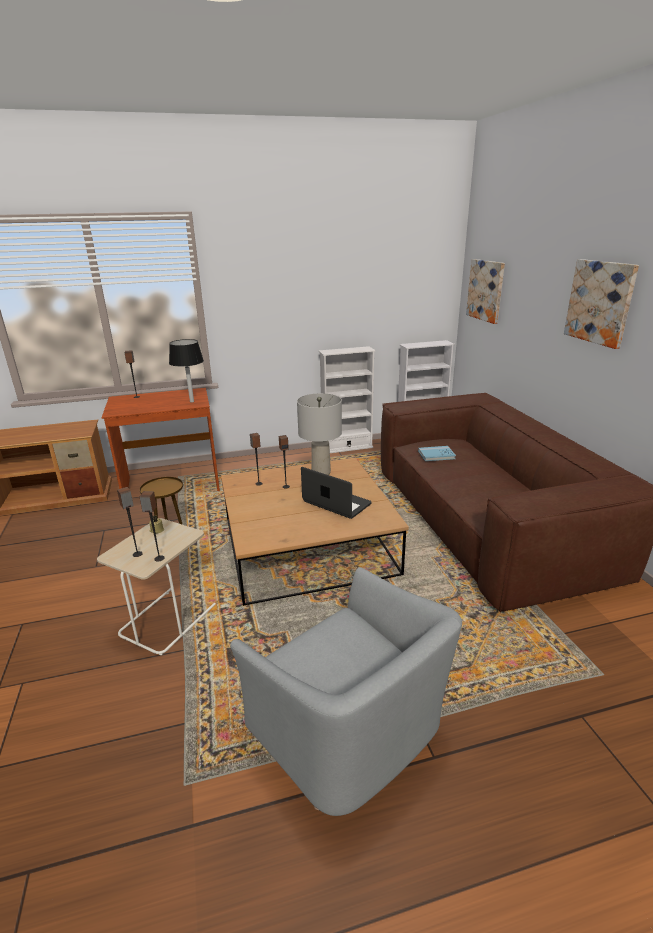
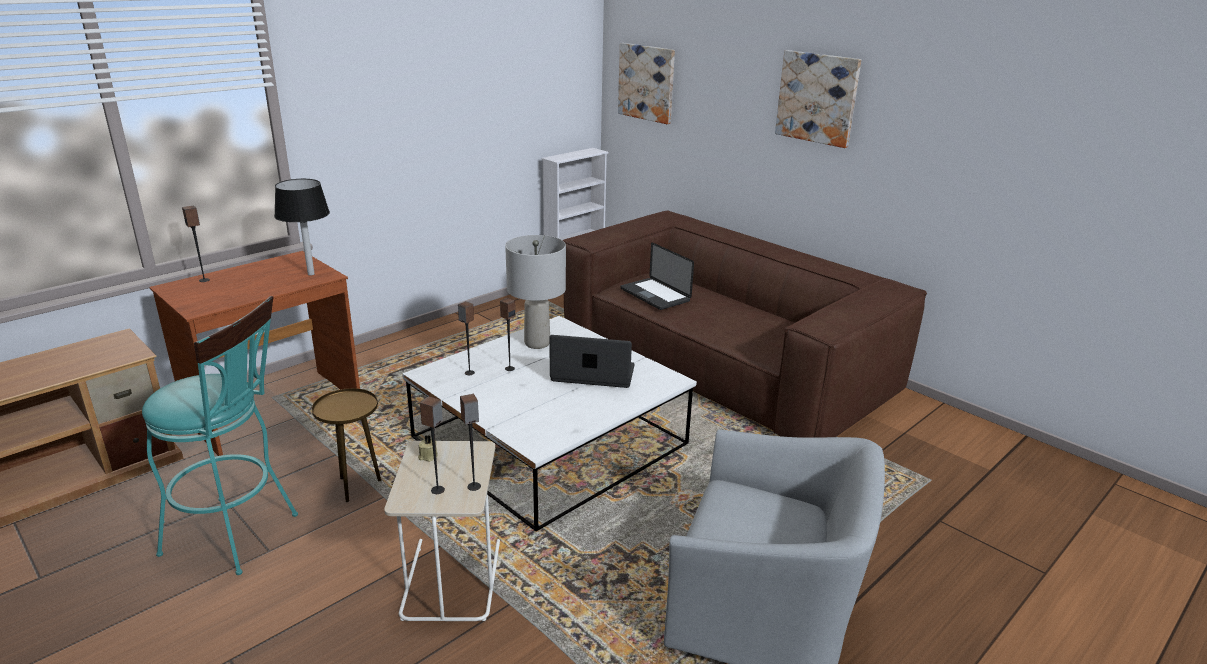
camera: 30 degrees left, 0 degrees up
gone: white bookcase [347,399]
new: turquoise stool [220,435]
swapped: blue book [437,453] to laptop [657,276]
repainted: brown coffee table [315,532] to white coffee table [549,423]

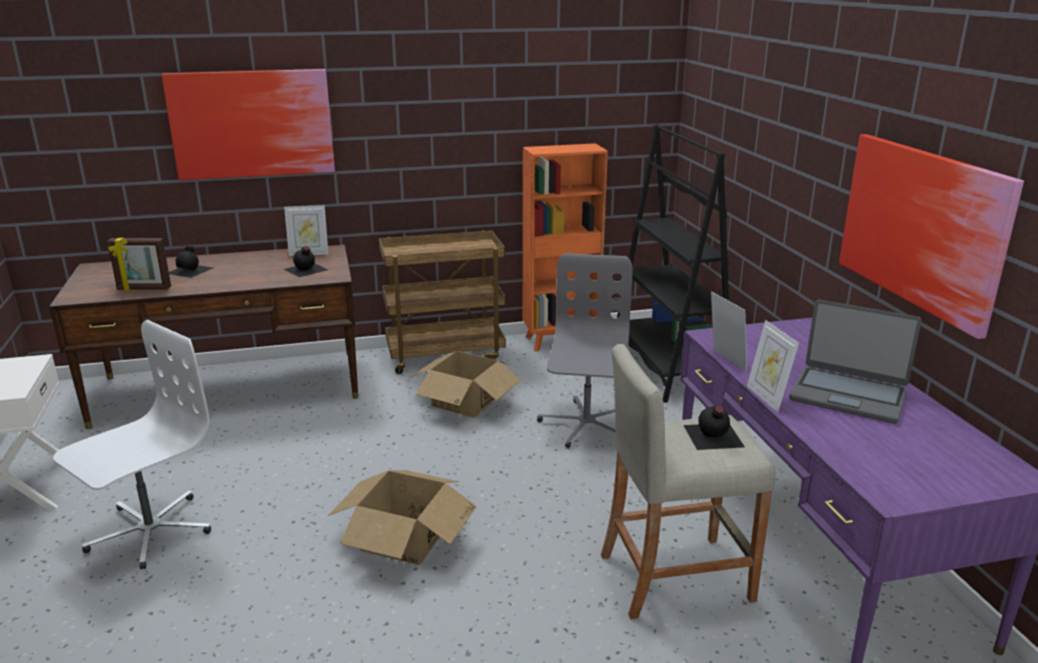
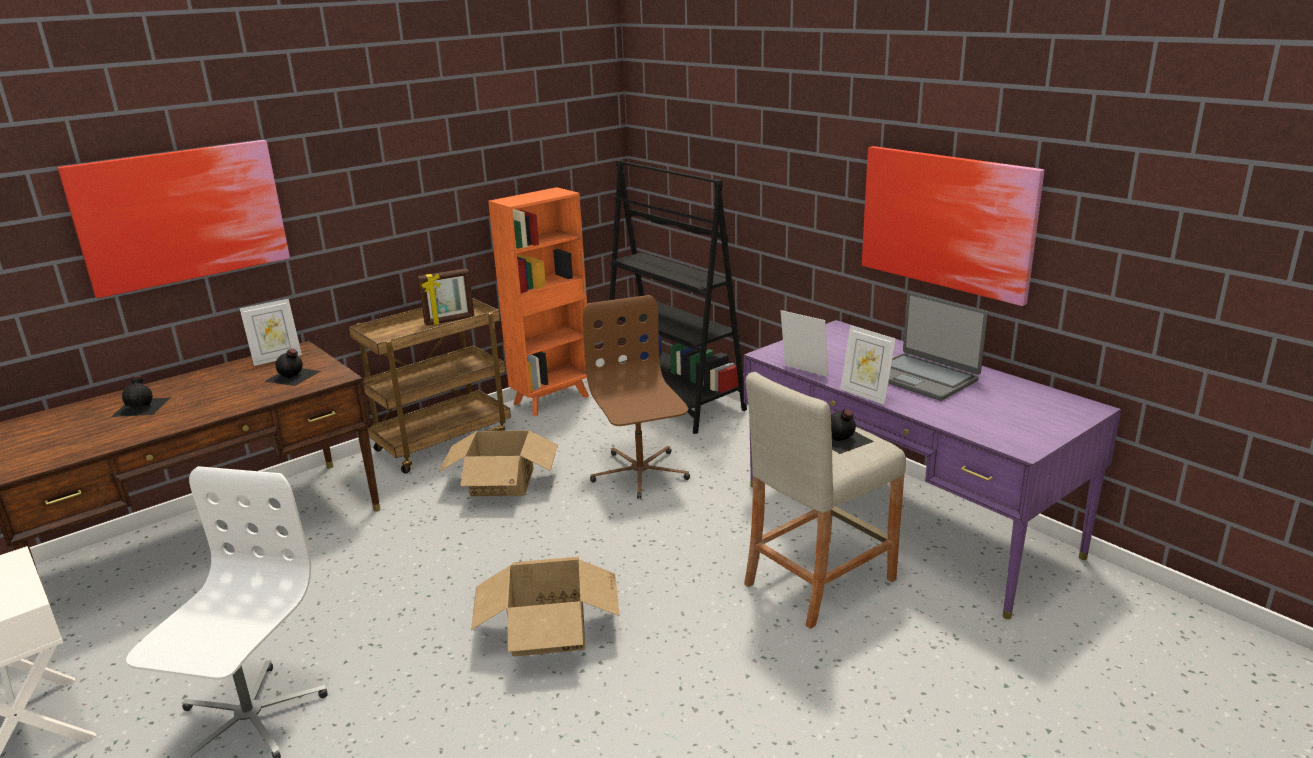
camera: 25 degrees left, 0 degrees up
shifted: picture frame [139,264] to [446,297]
repainted: grey office chair [585,350] to brown office chair [636,397]
rotated: laptop [855,362] = [938,346] 45 degrees clockwise

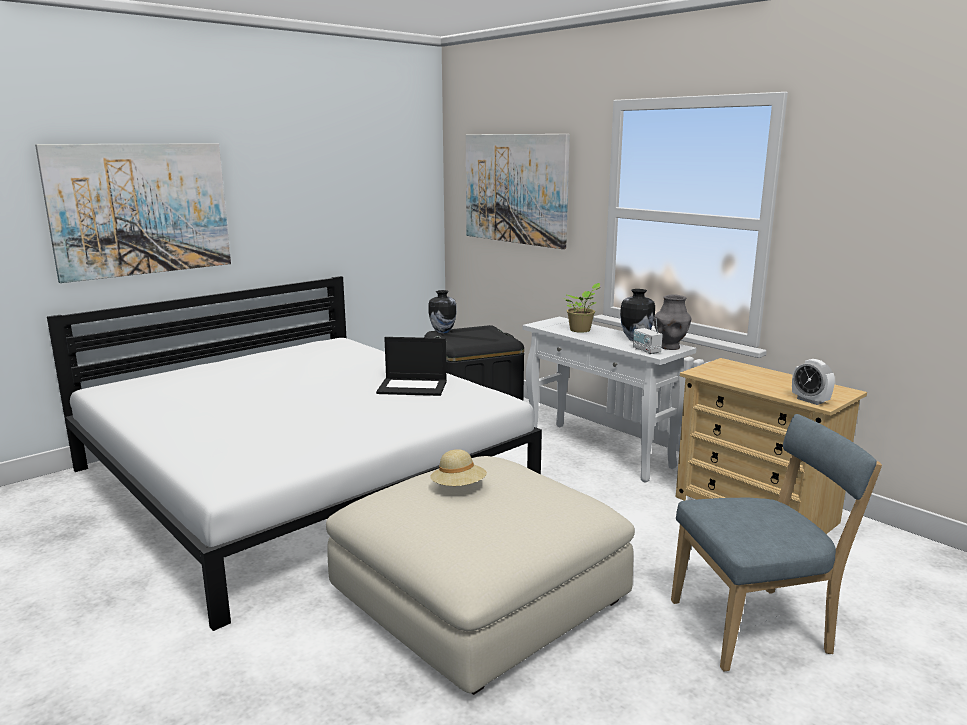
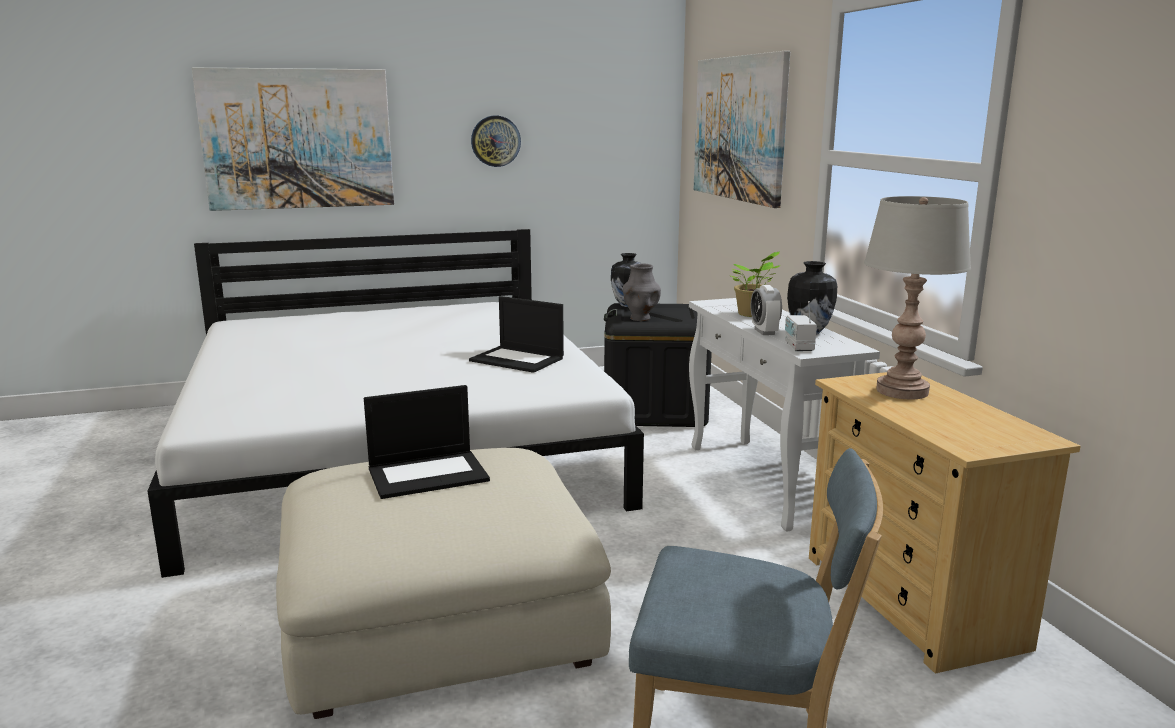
camera: 25 degrees right, 0 degrees up
new: wall clock [496,141]; grey table lamp [917,297]
shifted: grey vase [673,322] to [642,292]; alarm clock [813,382] to [766,310]
swapped: beige hat [458,467] to laptop [427,442]

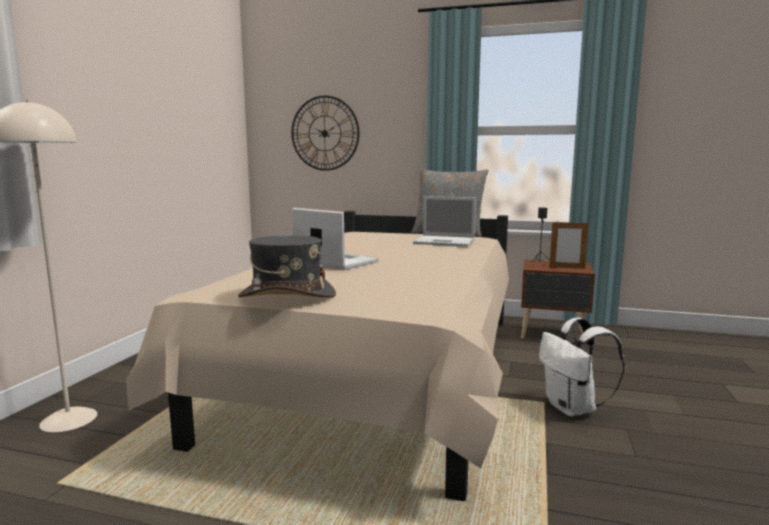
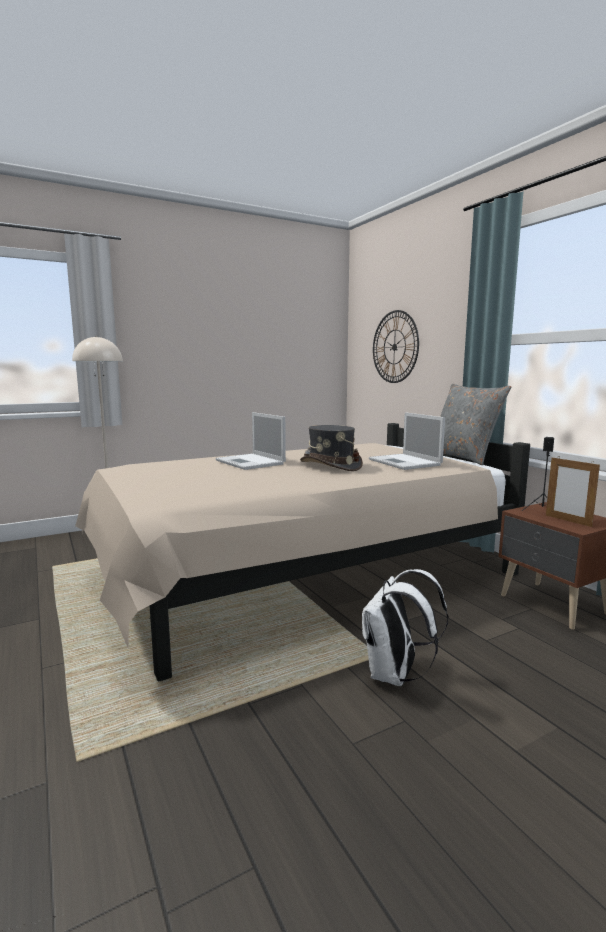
camera: 45 degrees right, 0 degrees up
shifted: grey hat [287,266] to [331,448]
rotated: laptop [335,239] = [251,441] 150 degrees clockwise

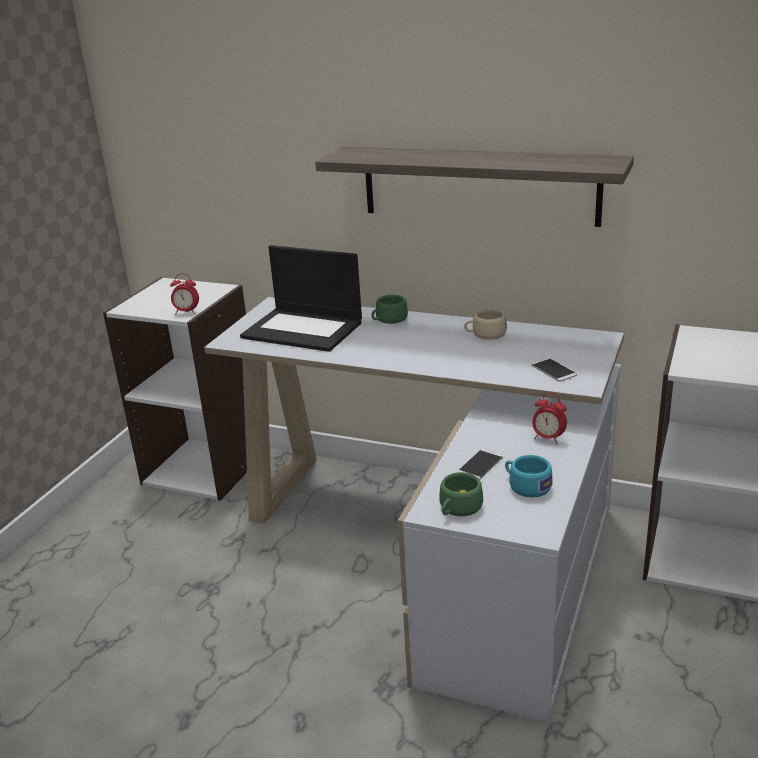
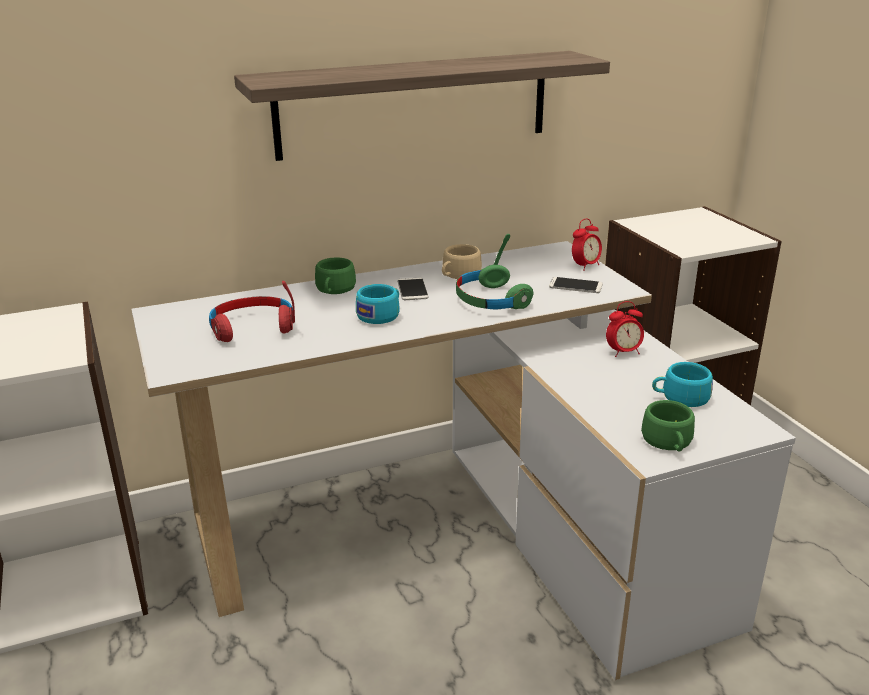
camera: 45 degrees left, 0 degrees up
new: green headphones [495,271]; turquoise cup [378,304]
shifted: alarm clock [184,293] to [587,245]; phone [480,464] to [413,288]
swapped: laptop [301,298] to red headphones [252,311]

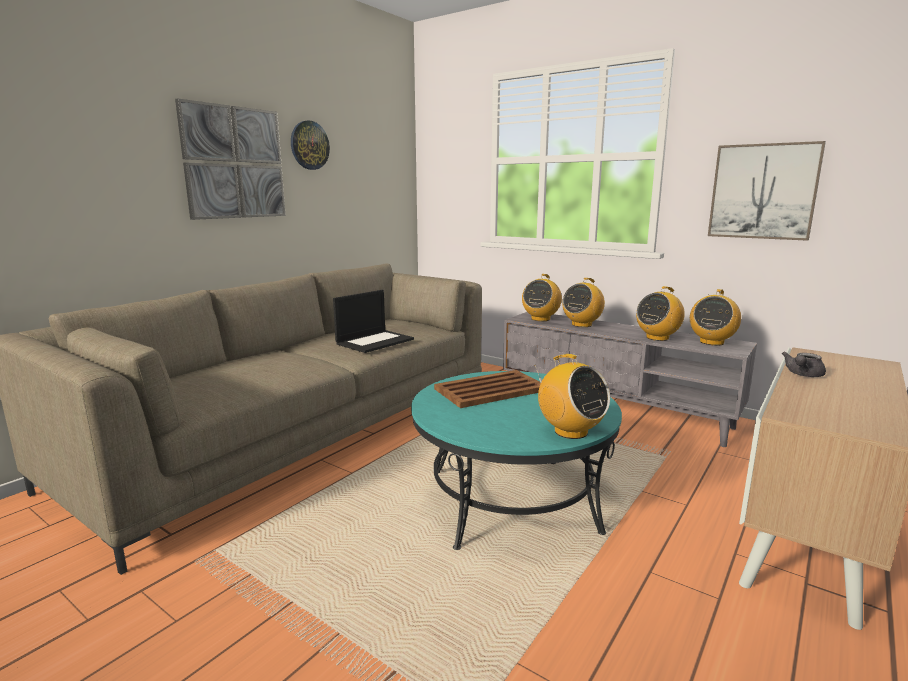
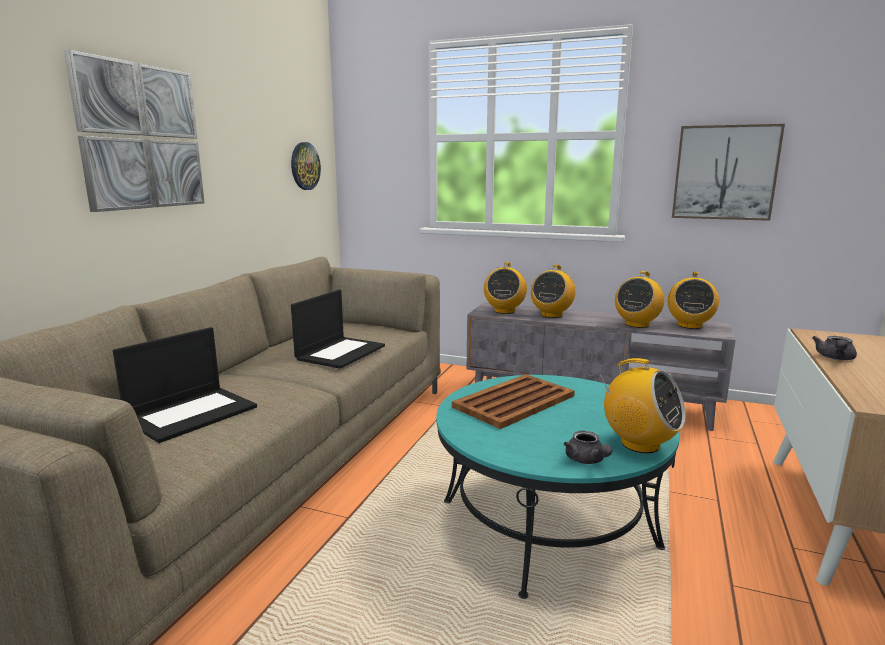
camera: 15 degrees left, 0 degrees up
new: laptop [185,385]; grey teapot [588,447]
shifted: wall clock [310,145] to [306,166]

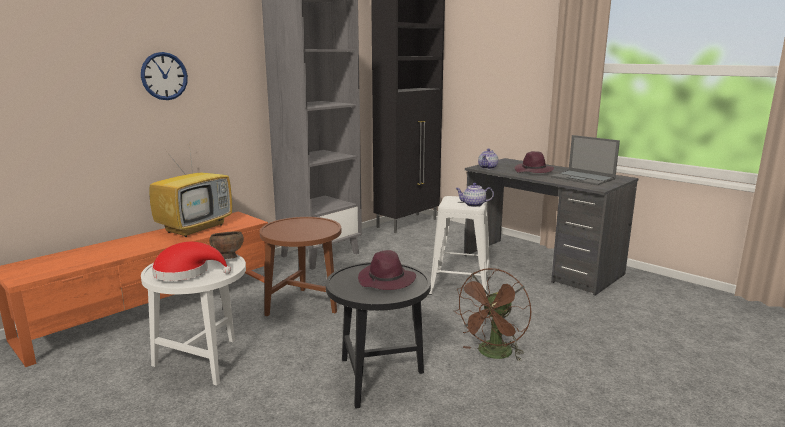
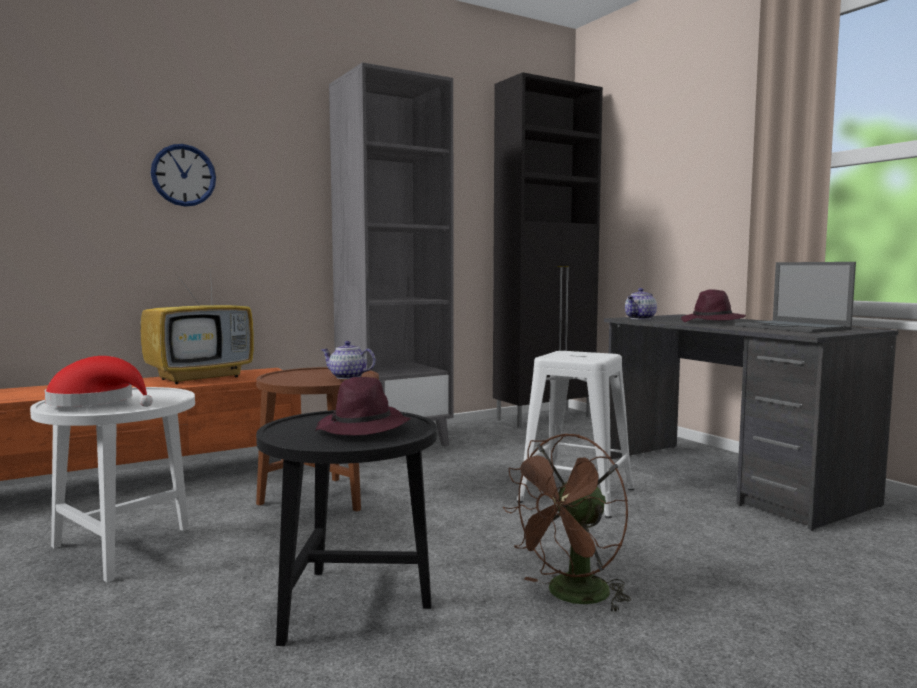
camera: 15 degrees right, 10 degrees down
gone: brown bowl [226,245]
shifted: teapot [474,195] to [348,360]

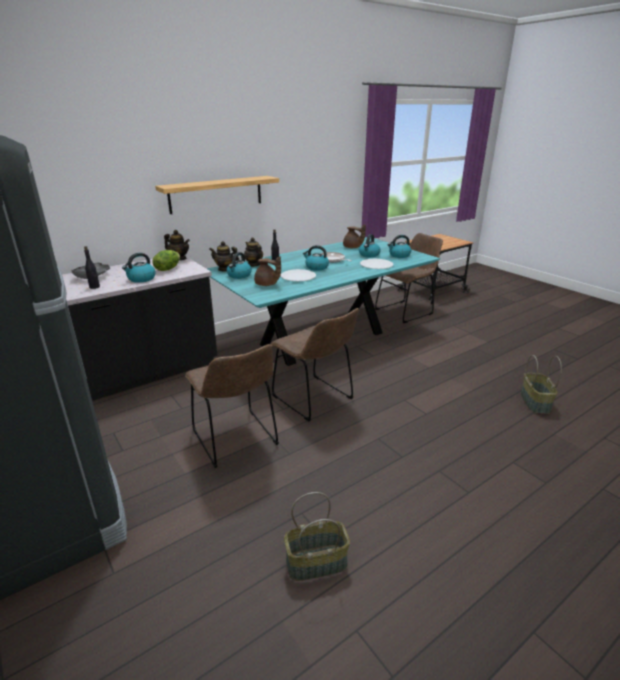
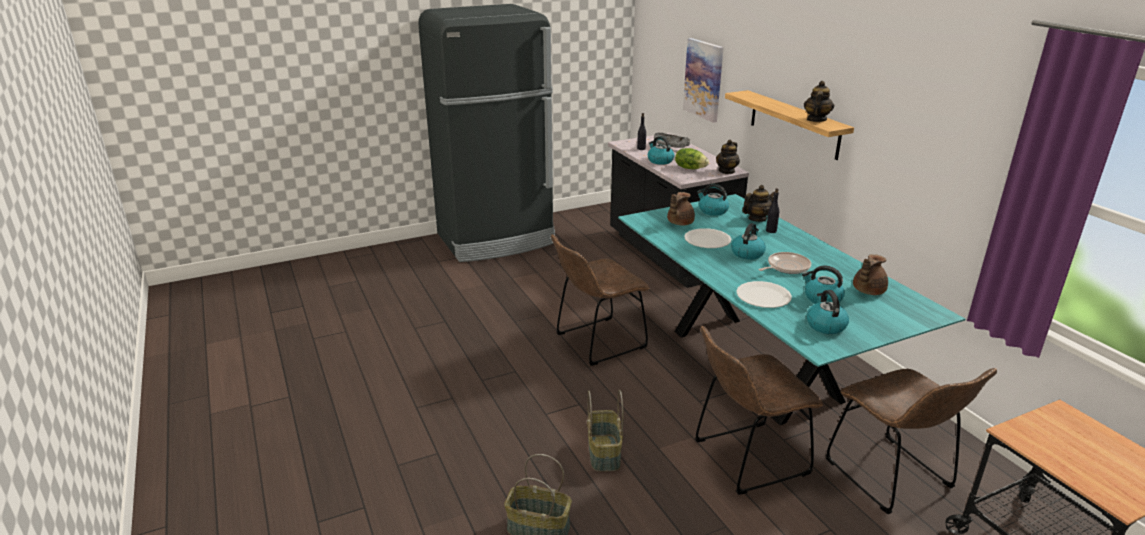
camera: 100 degrees right, 0 degrees up
new: picture [703,80]
shifted: teapot [224,256] to [819,101]; brown chair [232,406] to [759,410]; basket [317,536] to [605,431]

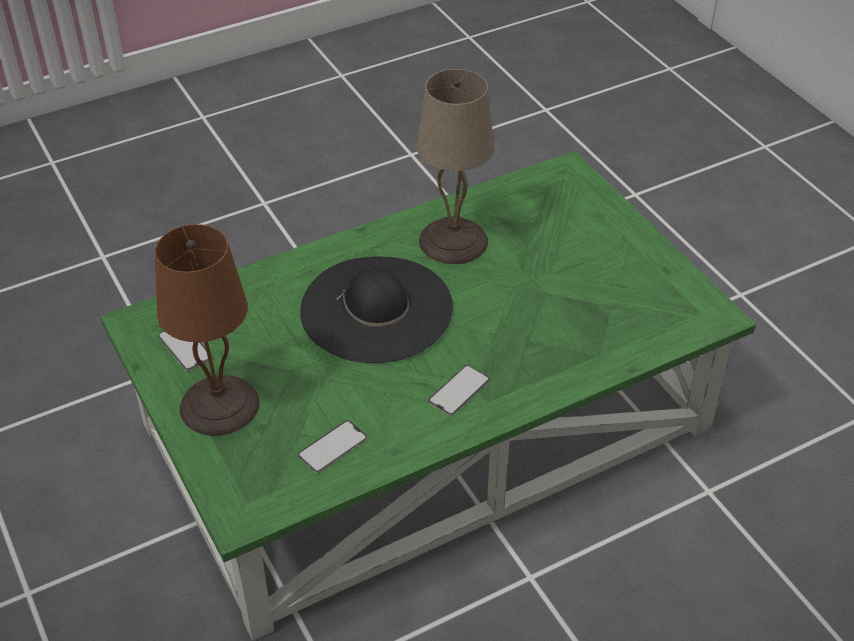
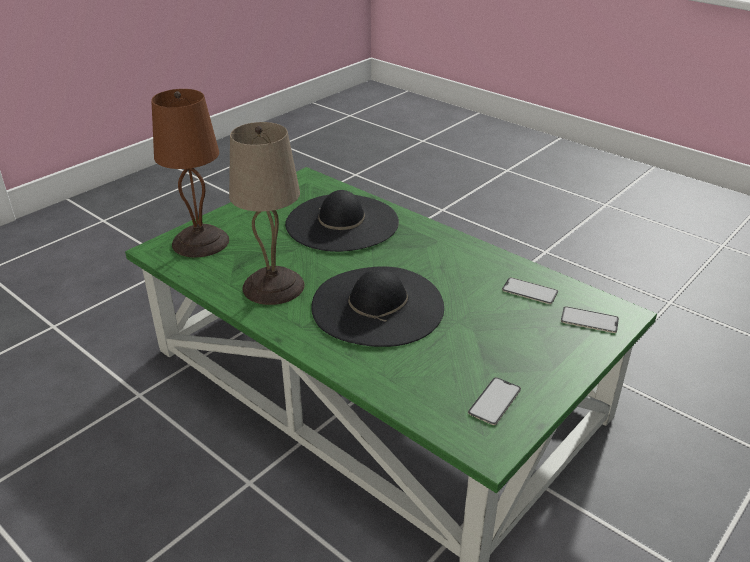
camera: 110 degrees left, 10 degrees down
new: black hat [342,221]
shifted: brown table lamp [207,330] to [190,173]; phone [459,390] to [590,319]

